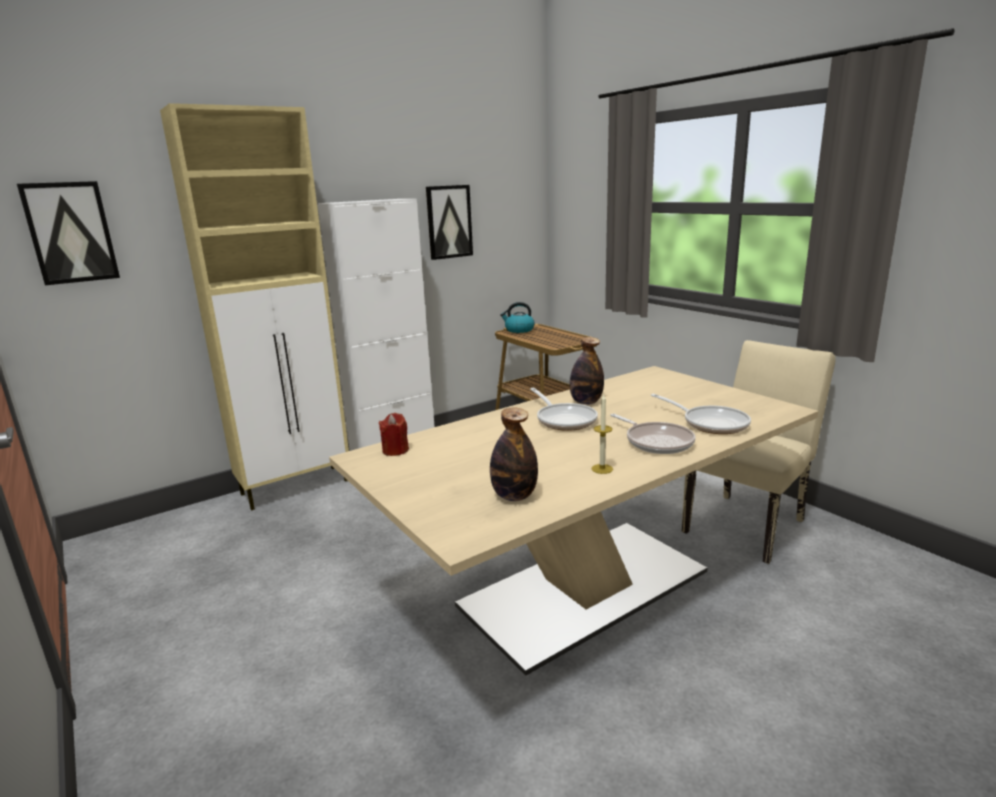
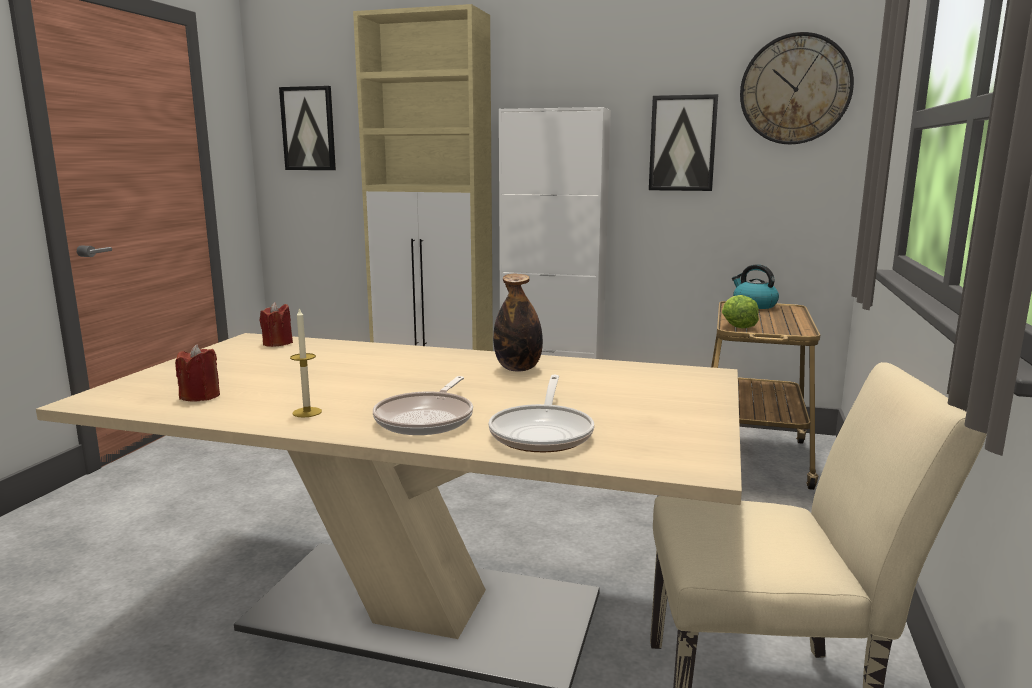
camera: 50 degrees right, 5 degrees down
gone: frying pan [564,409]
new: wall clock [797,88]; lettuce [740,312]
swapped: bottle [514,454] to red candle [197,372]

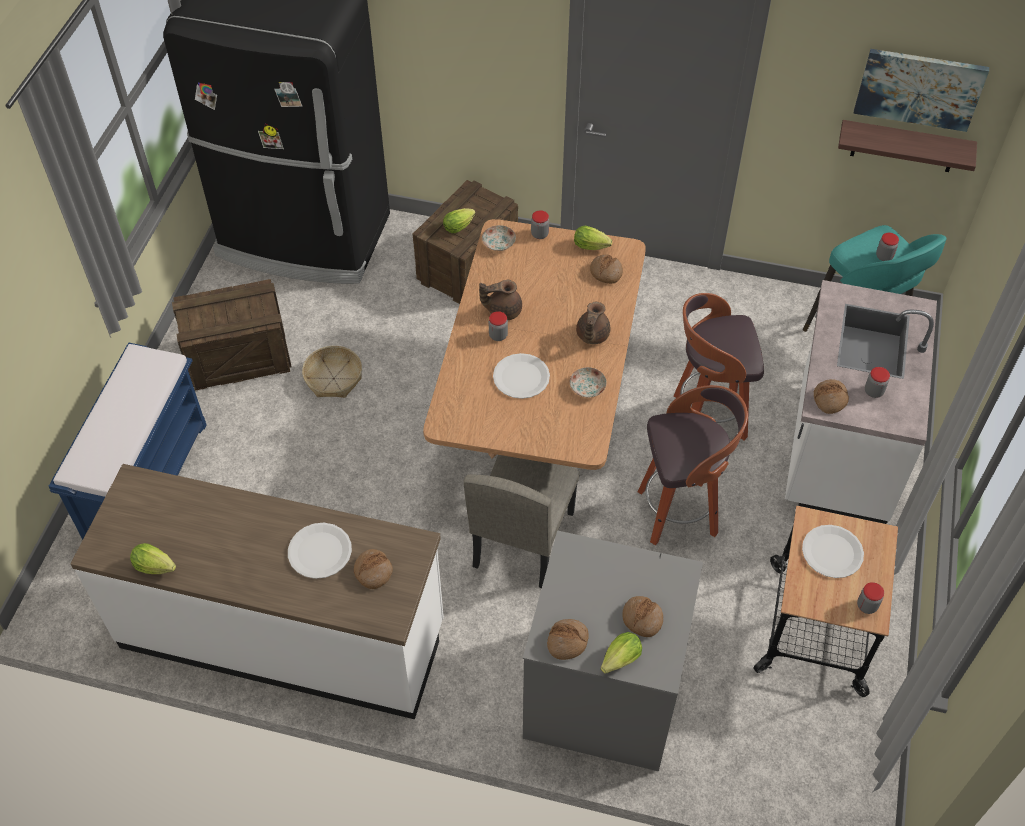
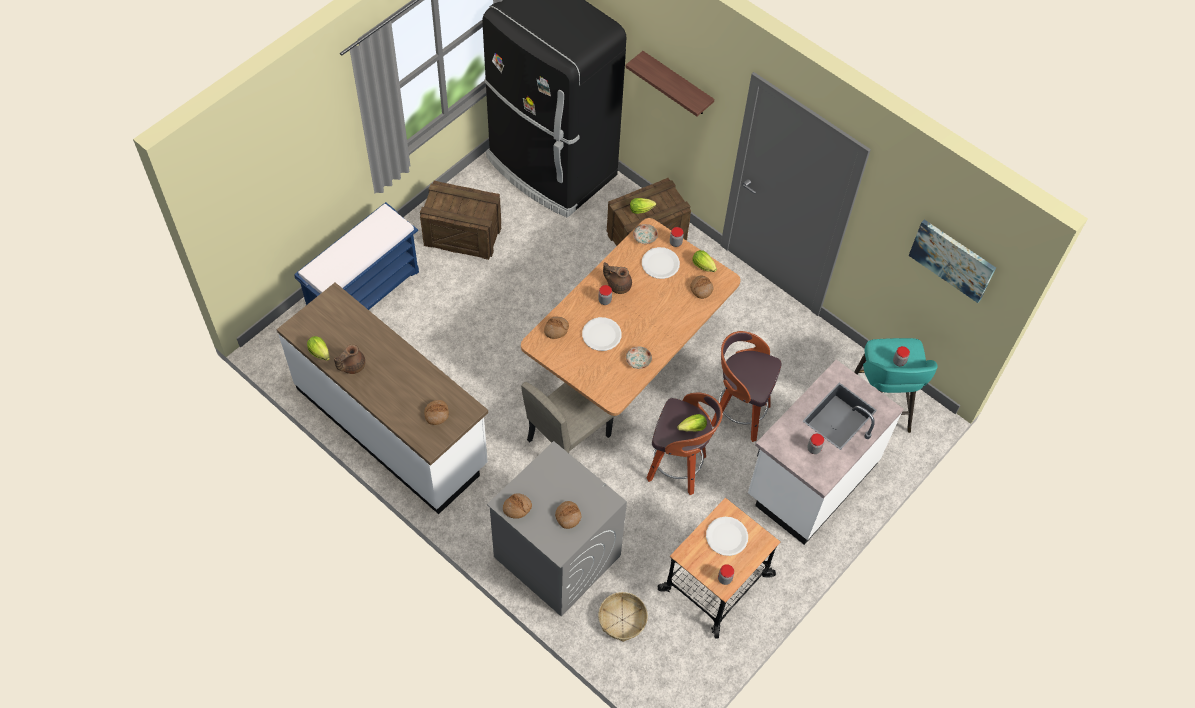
camera: 25 degrees right, 5 degrees up
shifted: shelf [907,146] to [669,83]; brown teapot [593,323] to [349,359]; basket [332,372] to [623,617]; bread [831,396] to [556,328]; white plate [320,551] to [661,263]; lettuce [621,653] to [692,422]

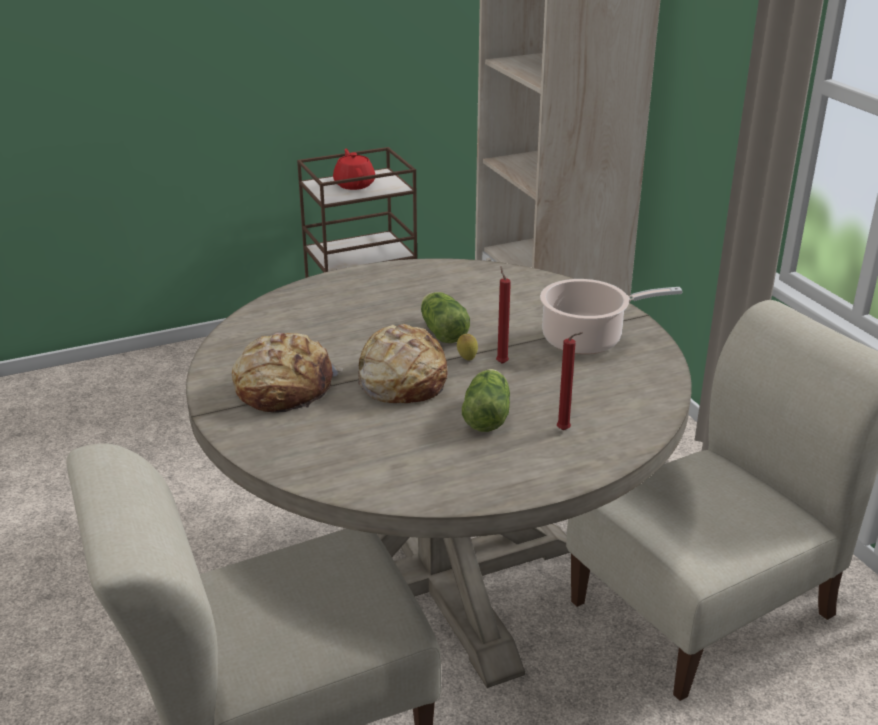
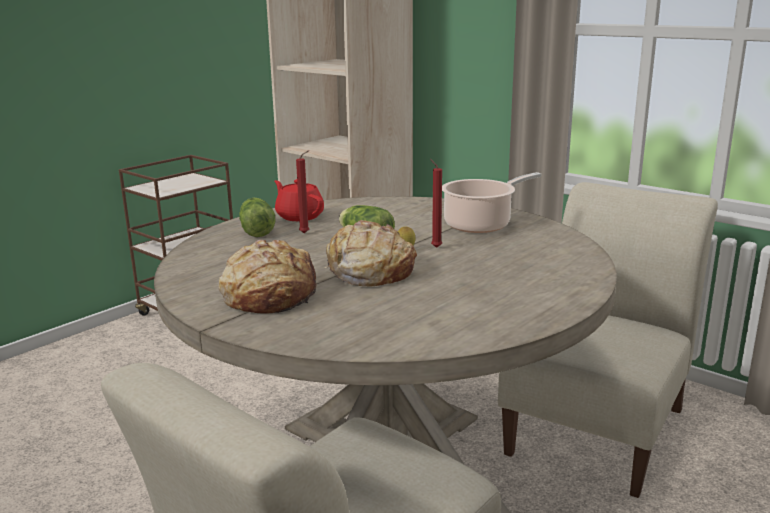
camera: 25 degrees left, 10 degrees down
shifted: red teapot [354,169] to [299,200]; red candle [569,381] to [302,192]; lettuce [486,400] to [257,217]

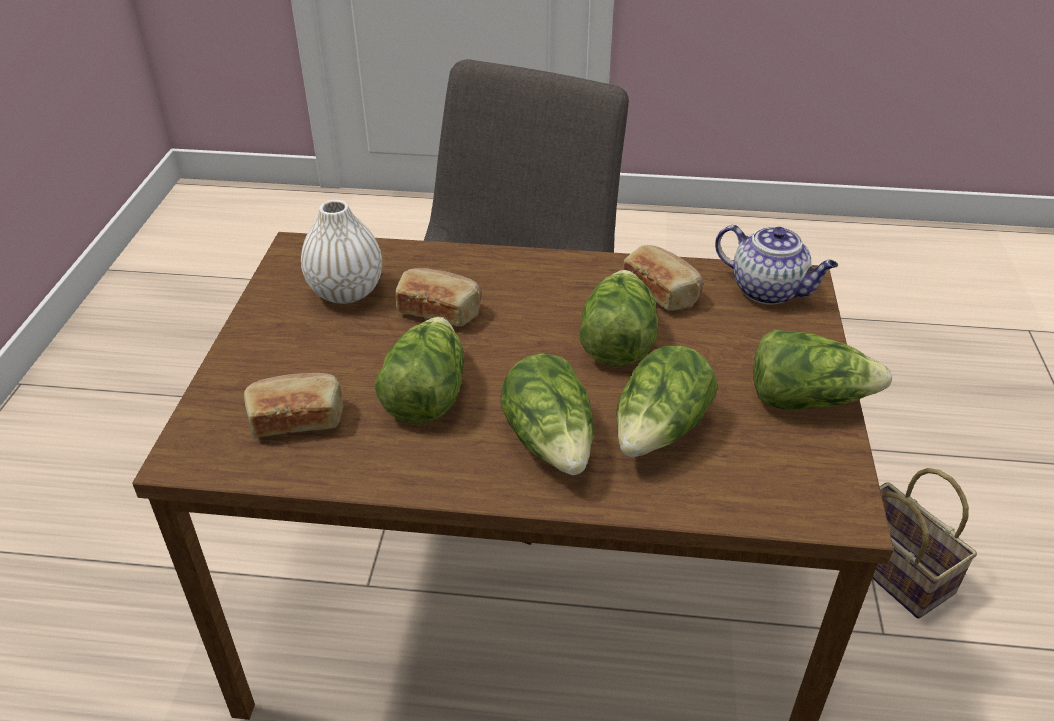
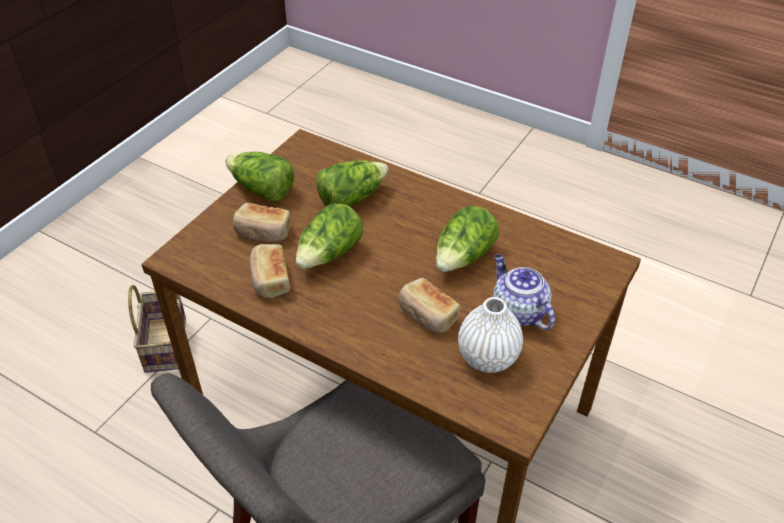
camera: 155 degrees left, 5 degrees up
gone: lettuce [547,414]
shifted: teapot [776,265] to [524,292]; bread [293,405] to [262,222]

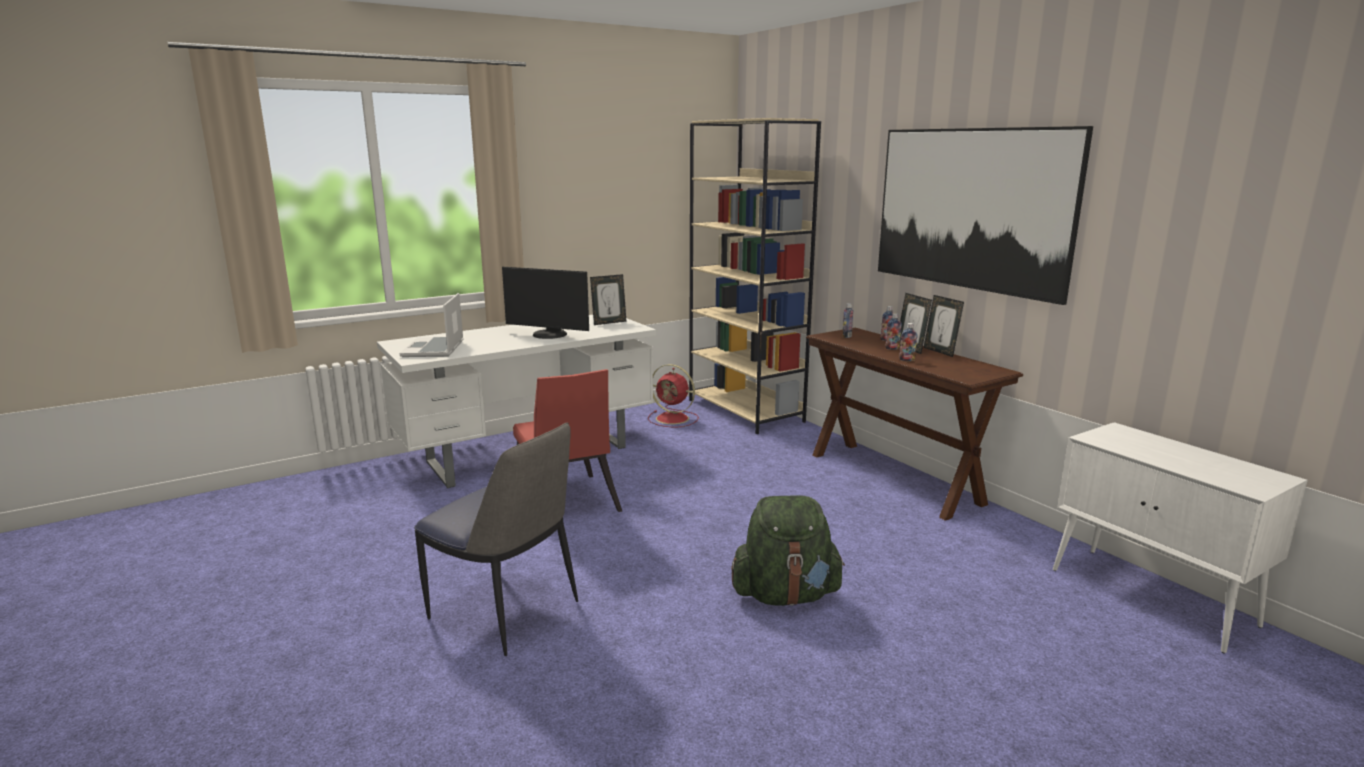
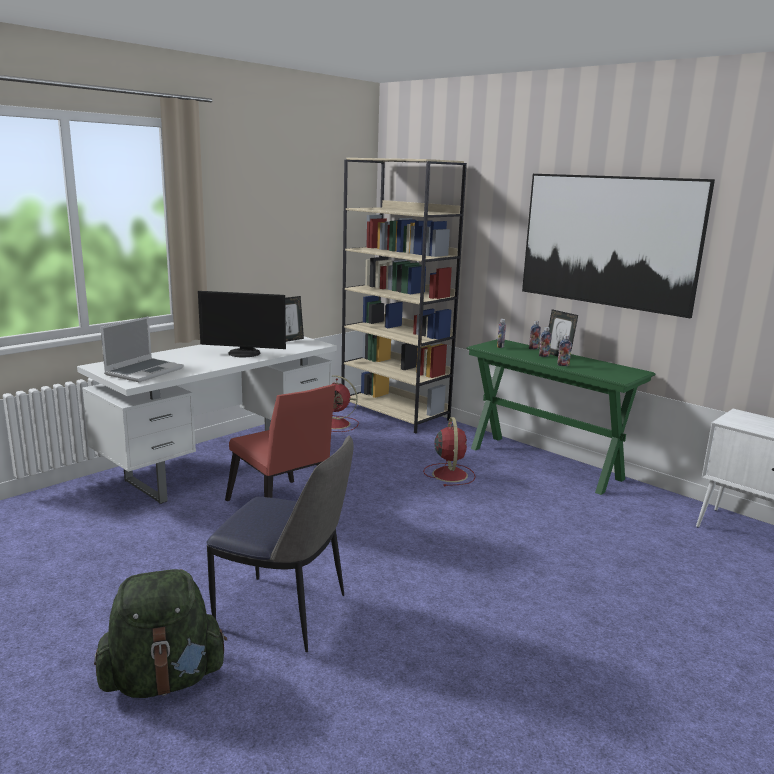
camera: 15 degrees left, 0 degrees up
gone: picture frame [944,326]
new: red fan [449,451]
shifted: green backpack [788,550] to [160,633]
repainted: brown console table [914,424] to green console table [560,417]
rotated: laptop [432,325] = [142,349] 135 degrees counterclockwise

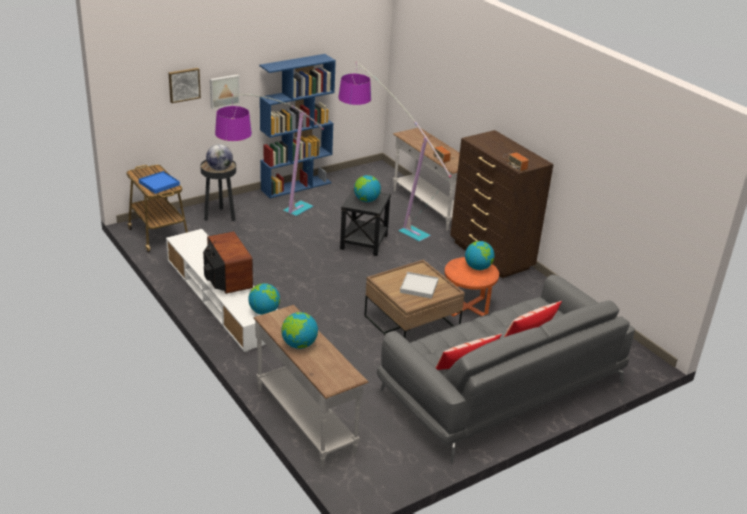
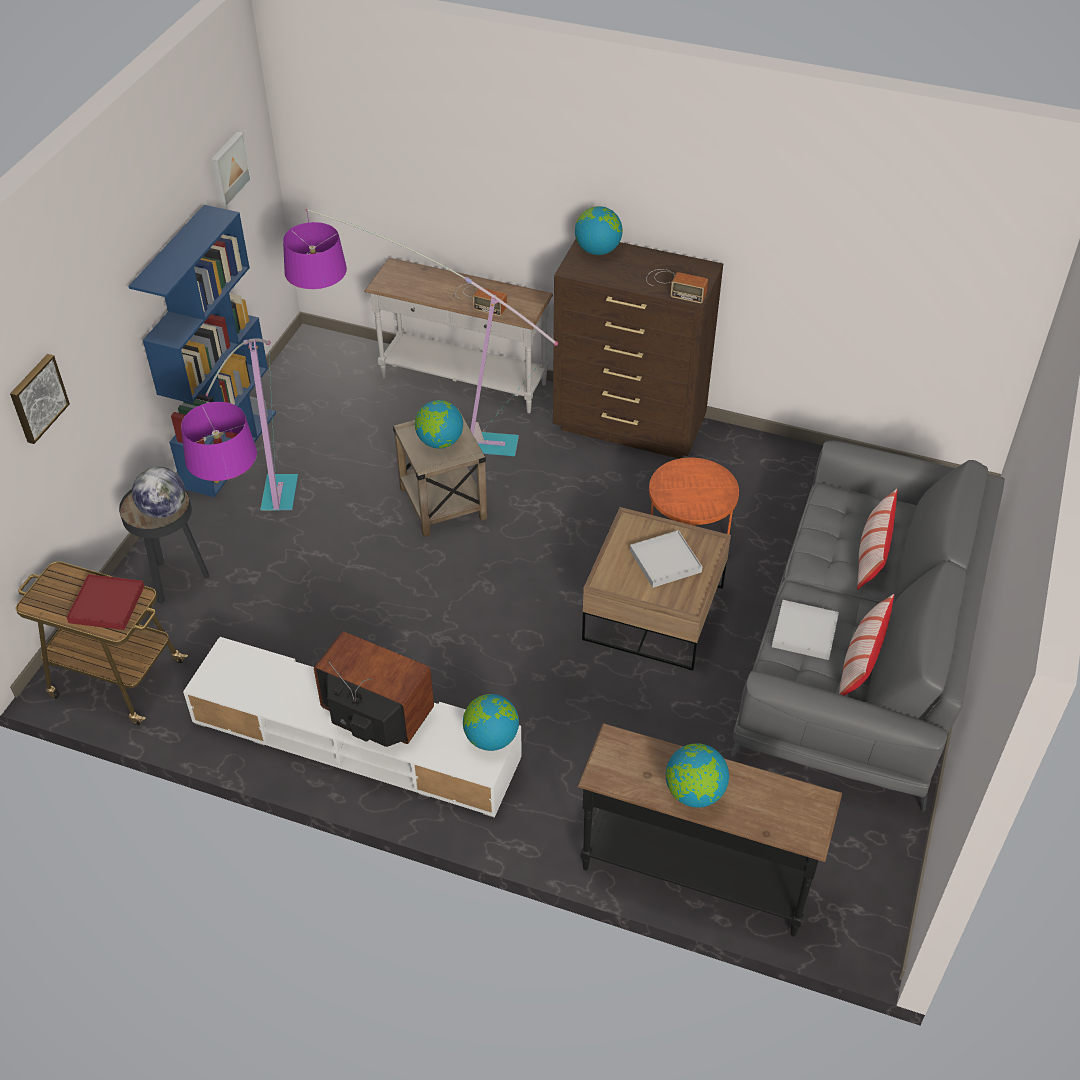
camera: 35 degrees left, 15 degrees up
new: white tray [805,630]
shifted: picture [225,91] to [231,170]; globe [480,255] to [599,230]
repainted: blue tray [159,182] to red tray [105,602]; black side table [365,222] to beige side table [440,472]; white console table [311,386] to black console table [709,829]

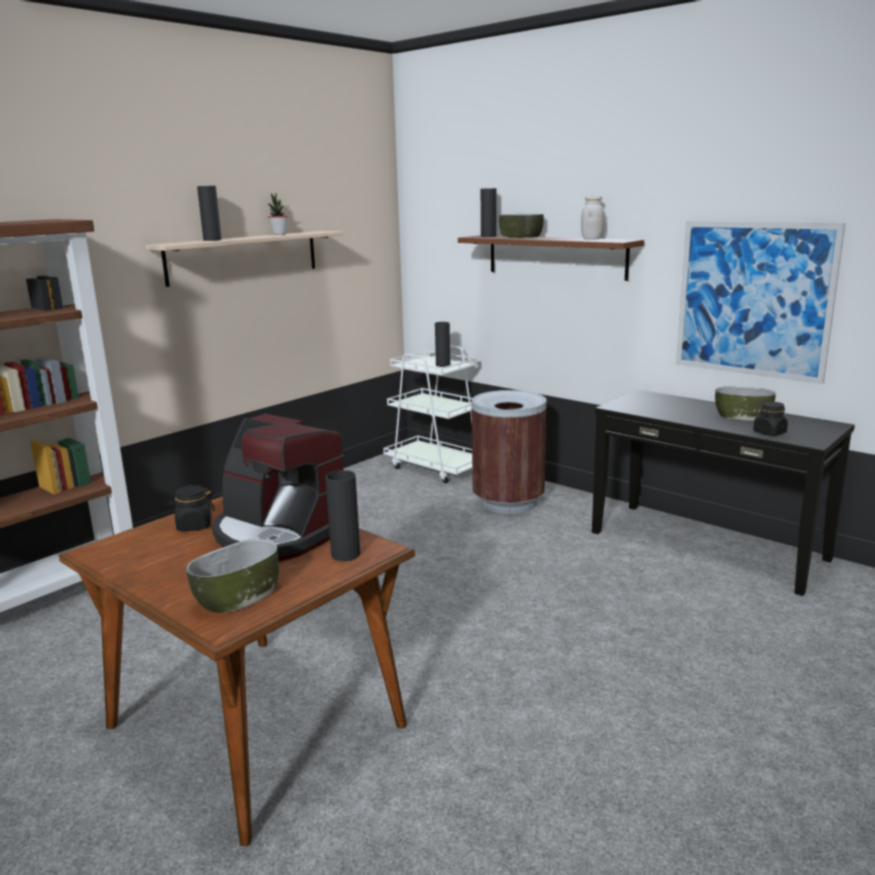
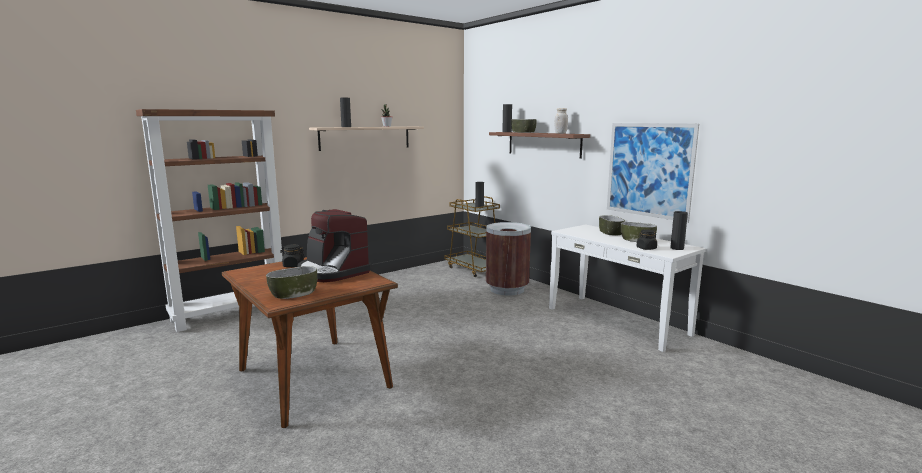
camera: 10 degrees right, 5 degrees down
new: bowl [612,225]
shifted: black vase [342,515] to [679,230]
repainted: white cart [430,414] to brown cart [472,236]; black console table [723,492] to white console table [627,288]

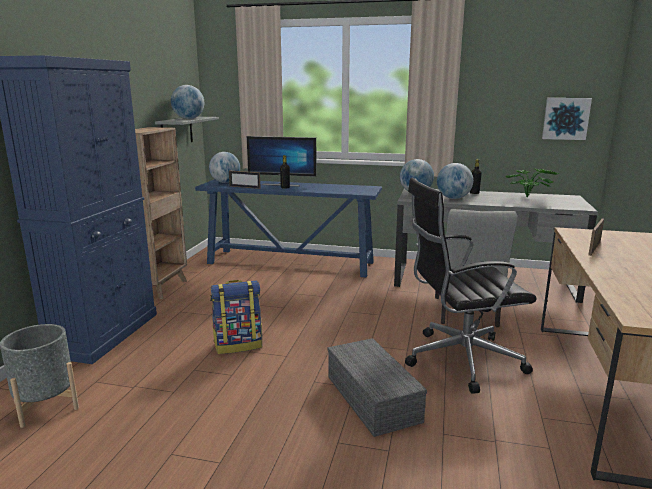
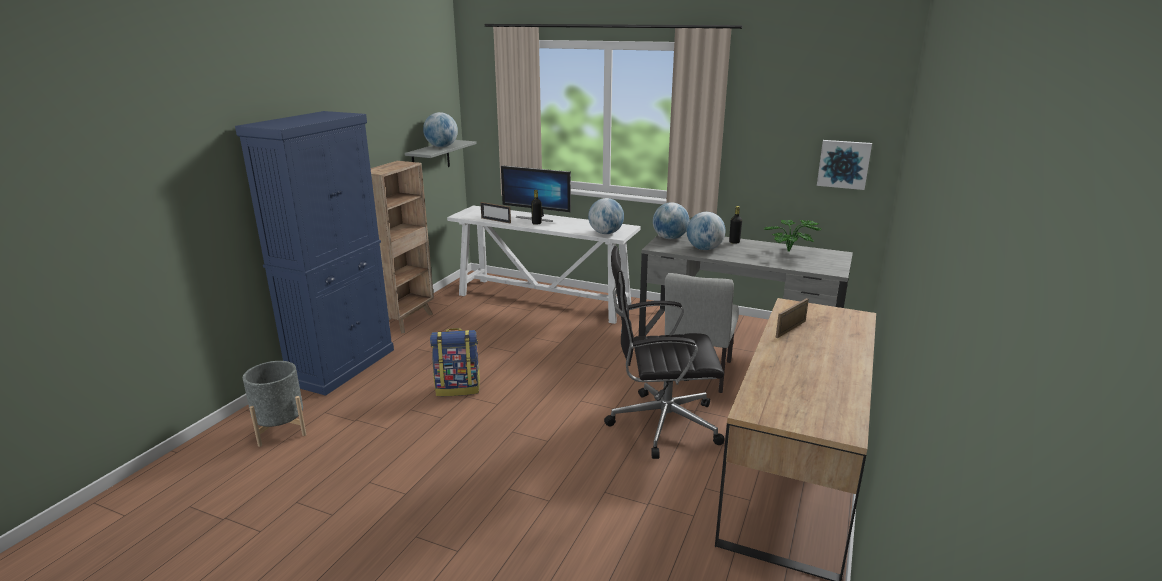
camera: 10 degrees right, 5 degrees up
gone: grey storage box [377,387]
shifted: globe [224,167] to [606,216]
repainted: blue console table [288,228] to white console table [544,265]

